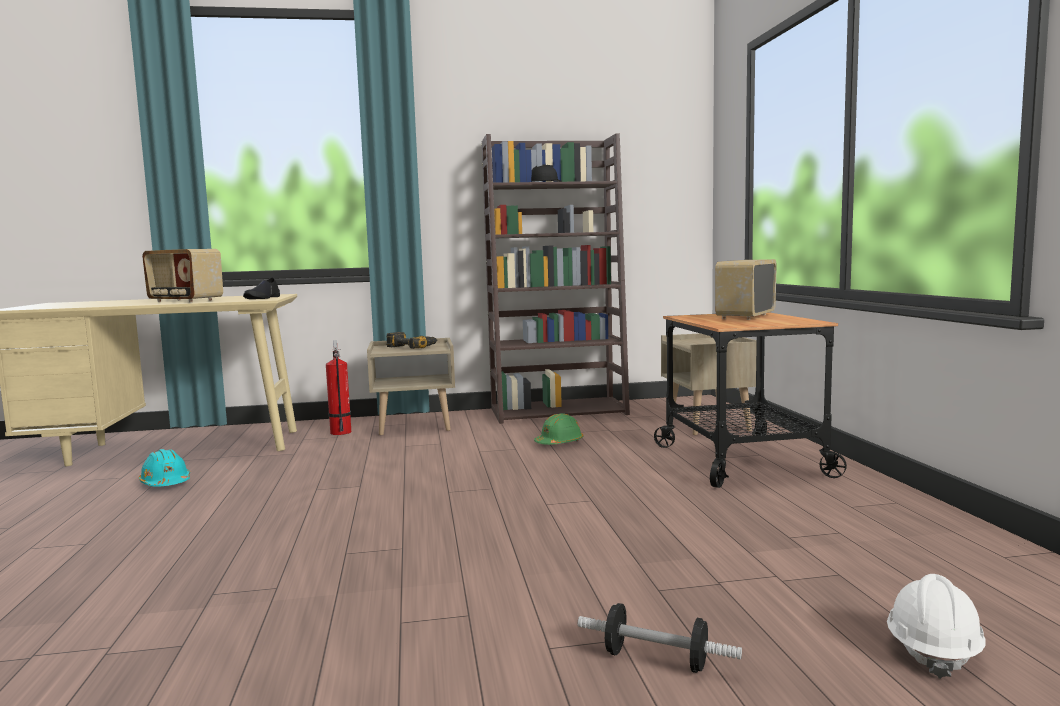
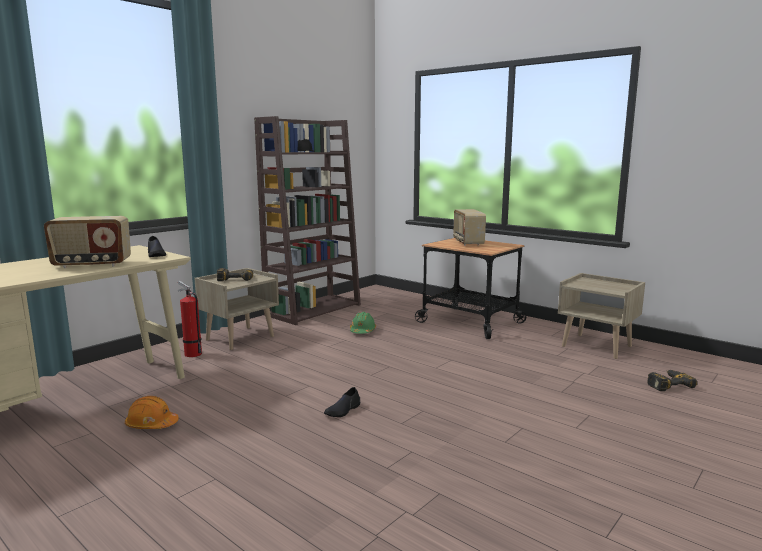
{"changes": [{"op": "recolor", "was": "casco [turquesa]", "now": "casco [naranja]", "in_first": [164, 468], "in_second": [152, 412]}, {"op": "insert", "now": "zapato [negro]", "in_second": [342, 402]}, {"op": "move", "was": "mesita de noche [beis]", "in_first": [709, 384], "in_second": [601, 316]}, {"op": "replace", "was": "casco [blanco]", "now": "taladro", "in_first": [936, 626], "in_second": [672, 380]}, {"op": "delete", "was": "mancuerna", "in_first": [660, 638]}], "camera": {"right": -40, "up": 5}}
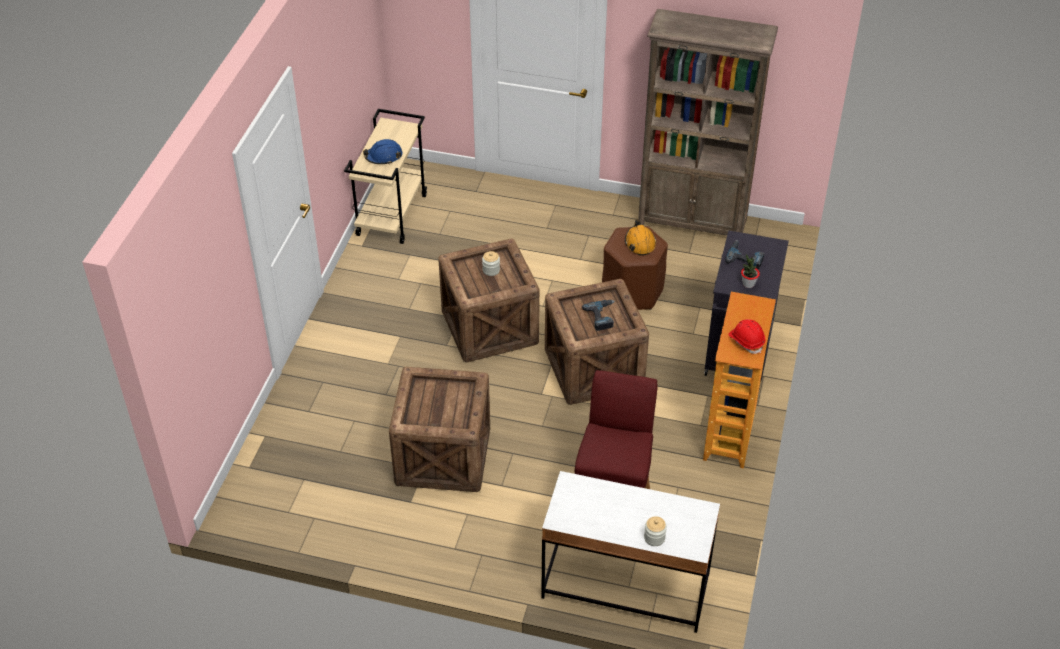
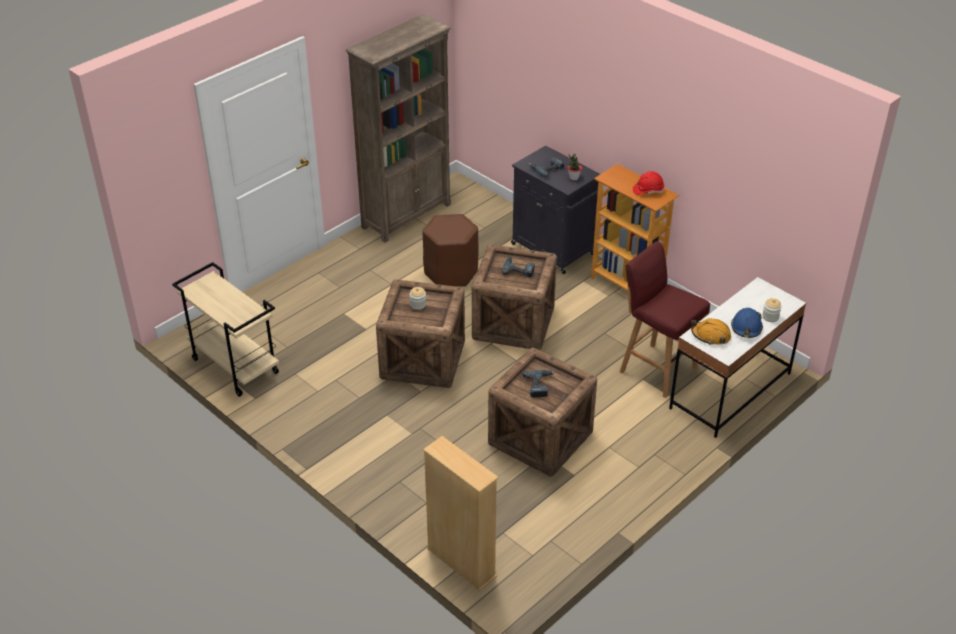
{"changes": [{"op": "insert", "now": "estantería [beis]", "in_second": [461, 513]}, {"op": "insert", "now": "taladro", "in_second": [538, 384]}, {"op": "move", "was": "casco [naranja]", "in_first": [641, 237], "in_second": [711, 331]}, {"op": "move", "was": "casco [azul]", "in_first": [382, 151], "in_second": [747, 323]}], "camera": {"right": -60, "up": -5}}
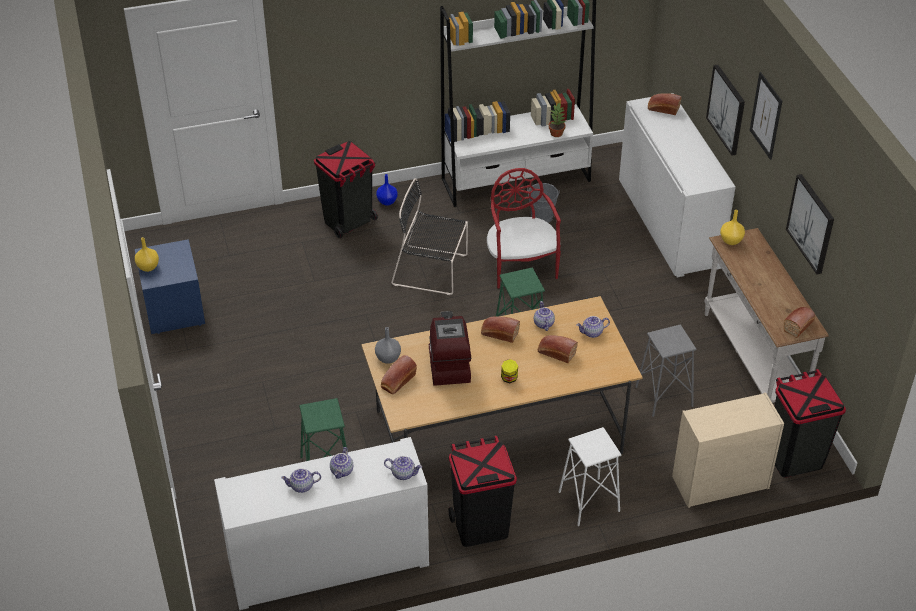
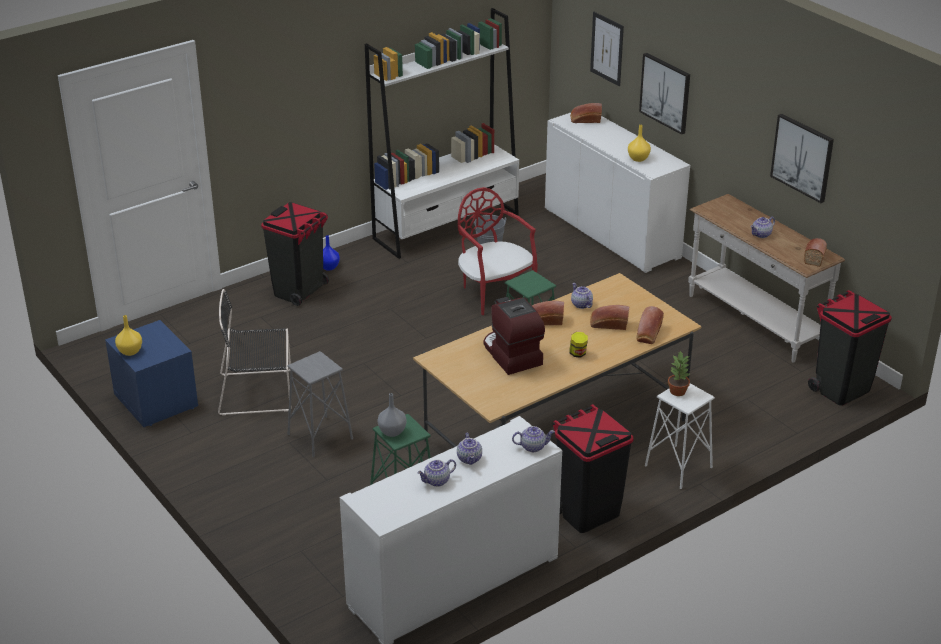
{"changes": [{"op": "move", "was": "silla [negro]", "in_first": [429, 236], "in_second": [255, 352]}, {"op": "move", "was": "taburete [gris]", "in_first": [665, 370], "in_second": [320, 404]}, {"op": "move", "was": "florero [gris]", "in_first": [388, 345], "in_second": [392, 415]}, {"op": "move", "was": "cuadro", "in_first": [766, 116], "in_second": [607, 49]}, {"op": "move", "was": "florero [amarillo]", "in_first": [732, 227], "in_second": [639, 143]}, {"op": "move", "was": "pan", "in_first": [399, 374], "in_second": [650, 325]}, {"op": "move", "was": "planta en maceta", "in_first": [557, 119], "in_second": [679, 373]}, {"op": "move", "was": "tetera", "in_first": [593, 327], "in_second": [762, 227]}, {"op": "delete", "was": "cómoda [beis]", "in_first": [728, 450]}], "camera": {"right": -20, "up": -10}}
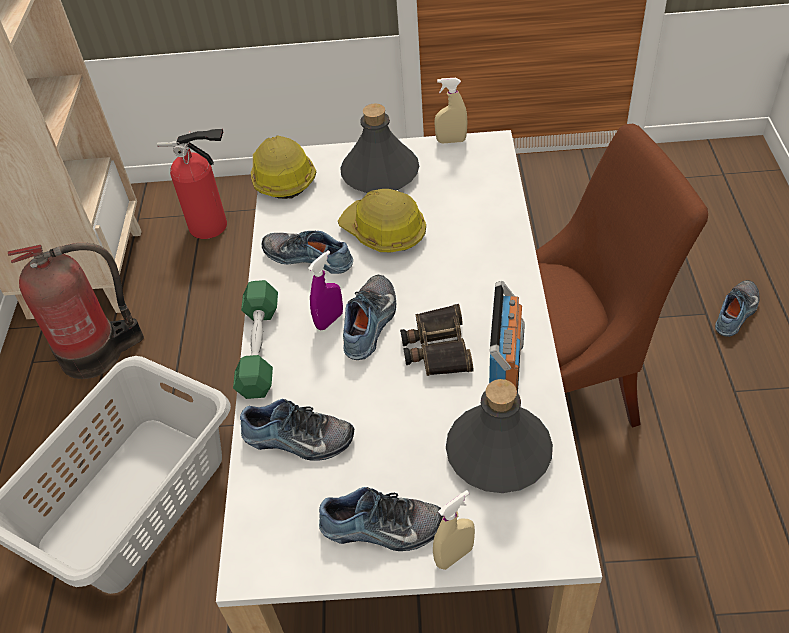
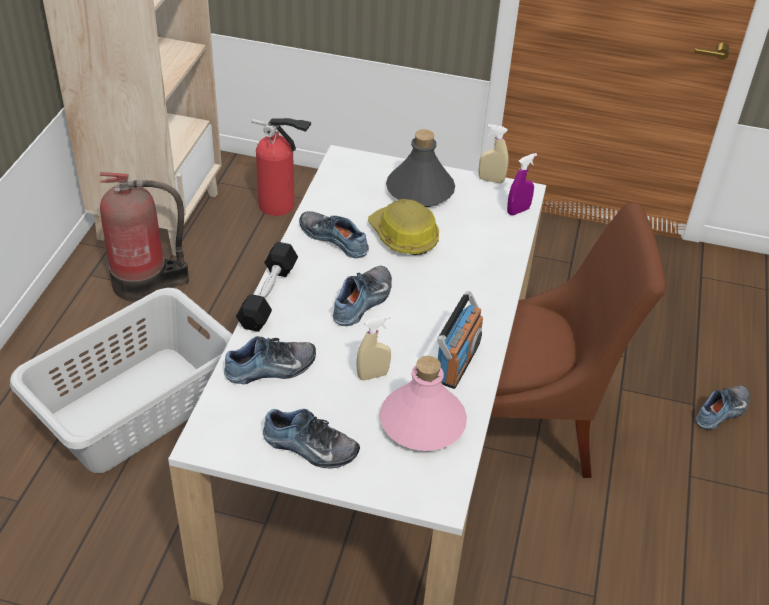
{"changes": [{"op": "rotate", "was": "zapato", "in_first": [297, 430], "in_second": [270, 360], "clockwise": -45}, {"op": "recolor", "was": "mancuerna [verde]", "now": "mancuerna [negro]", "in_first": [255, 339], "in_second": [267, 287]}, {"op": "move", "was": "pulverizador [beis]", "in_first": [454, 530], "in_second": [373, 348]}, {"op": "recolor", "was": "botella [gris]", "now": "botella [rosa]", "in_first": [499, 436], "in_second": [423, 403]}, {"op": "move", "was": "pulverizador [morado]", "in_first": [325, 290], "in_second": [522, 184]}, {"op": "delete", "was": "casco", "in_first": [283, 167]}, {"op": "delete", "was": "prismáticos", "in_first": [436, 340]}], "camera": {"right": 10, "up": -5}}
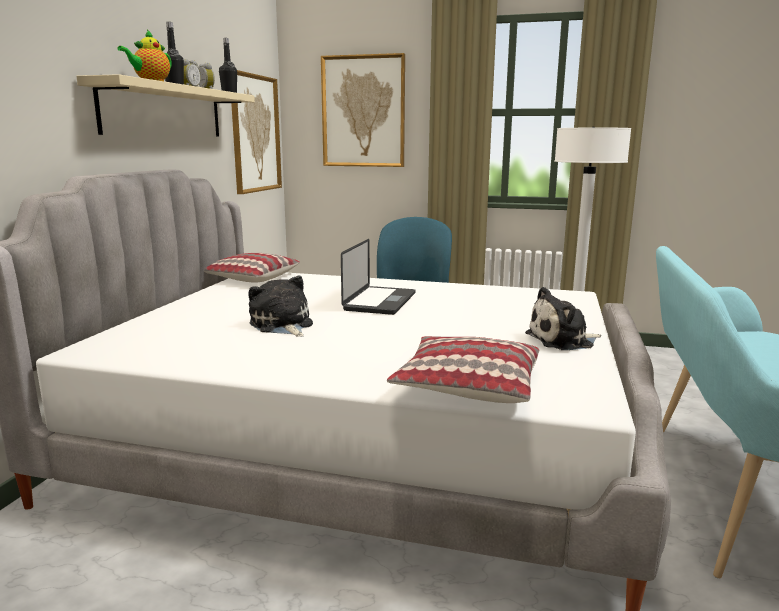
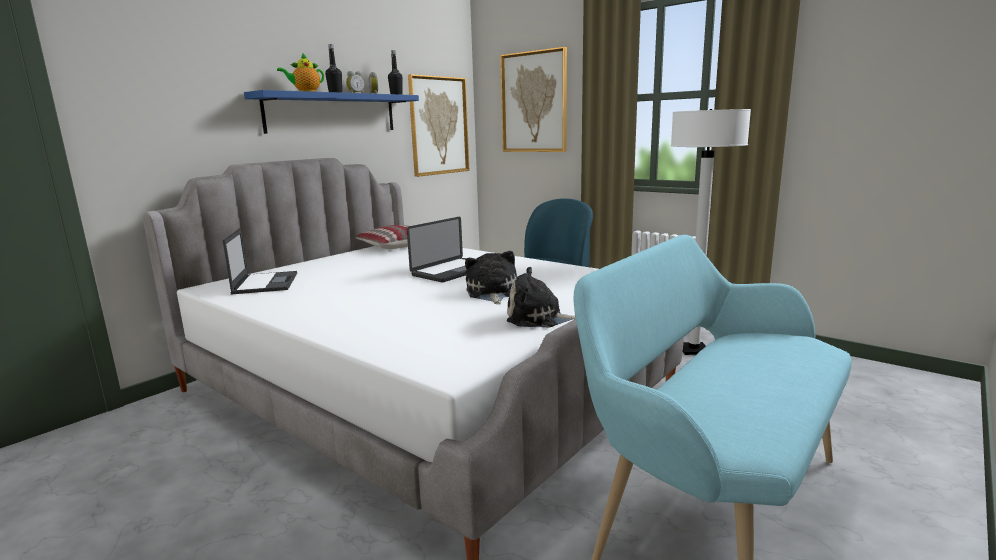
{"changes": [{"op": "insert", "now": "portátil", "in_second": [260, 261]}, {"op": "recolor", "was": "estante [beis]", "now": "estante [azul]", "in_first": [165, 105], "in_second": [331, 112]}, {"op": "move", "was": "peluche", "in_first": [280, 306], "in_second": [491, 277]}, {"op": "delete", "was": "cojín", "in_first": [463, 369]}], "camera": {"right": 25, "up": 0}}
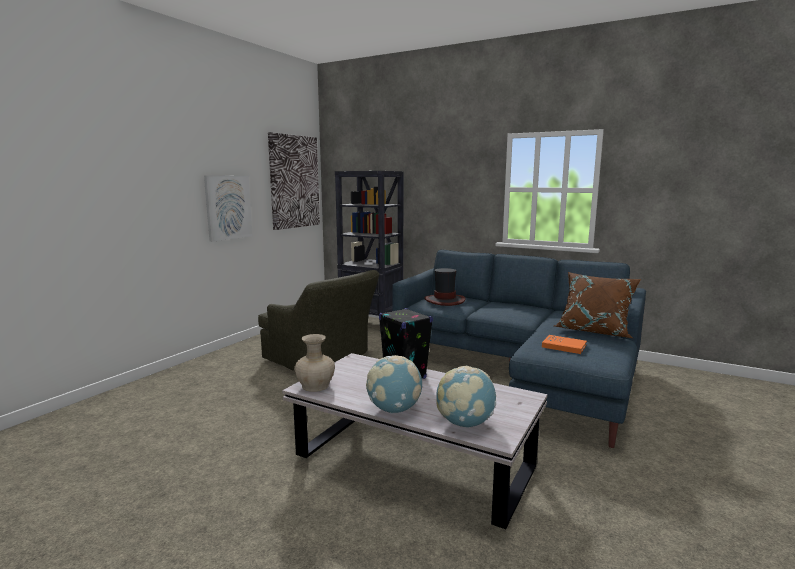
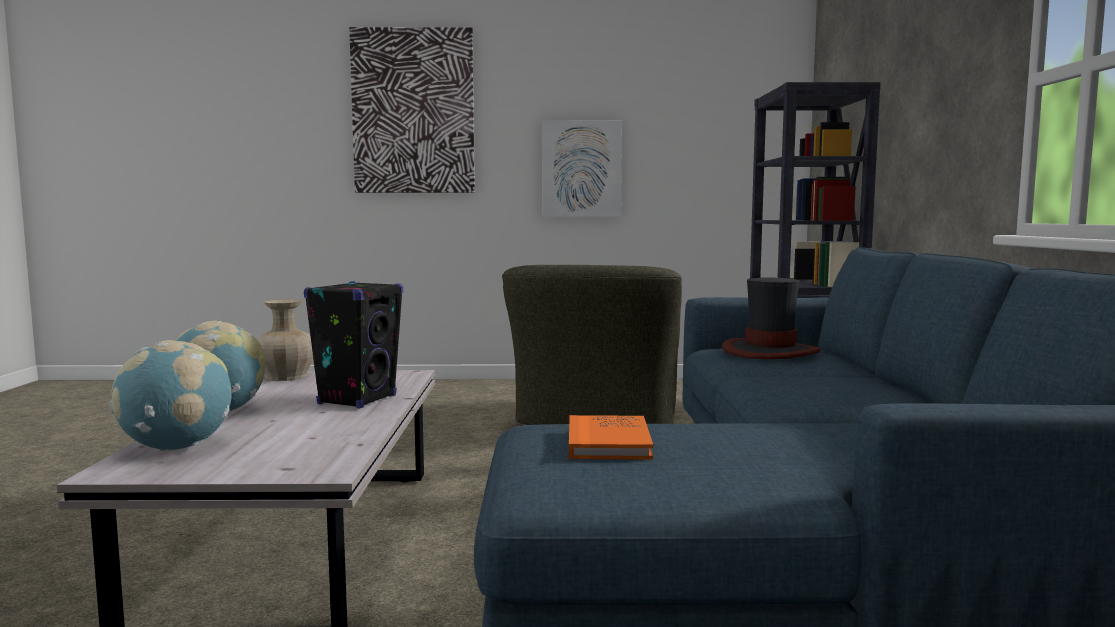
{"changes": [{"op": "move", "was": "cuadro", "in_first": [294, 181], "in_second": [412, 110]}, {"op": "delete", "was": "cojín [marrón]", "in_first": [598, 305]}], "camera": {"right": 60, "up": -5}}
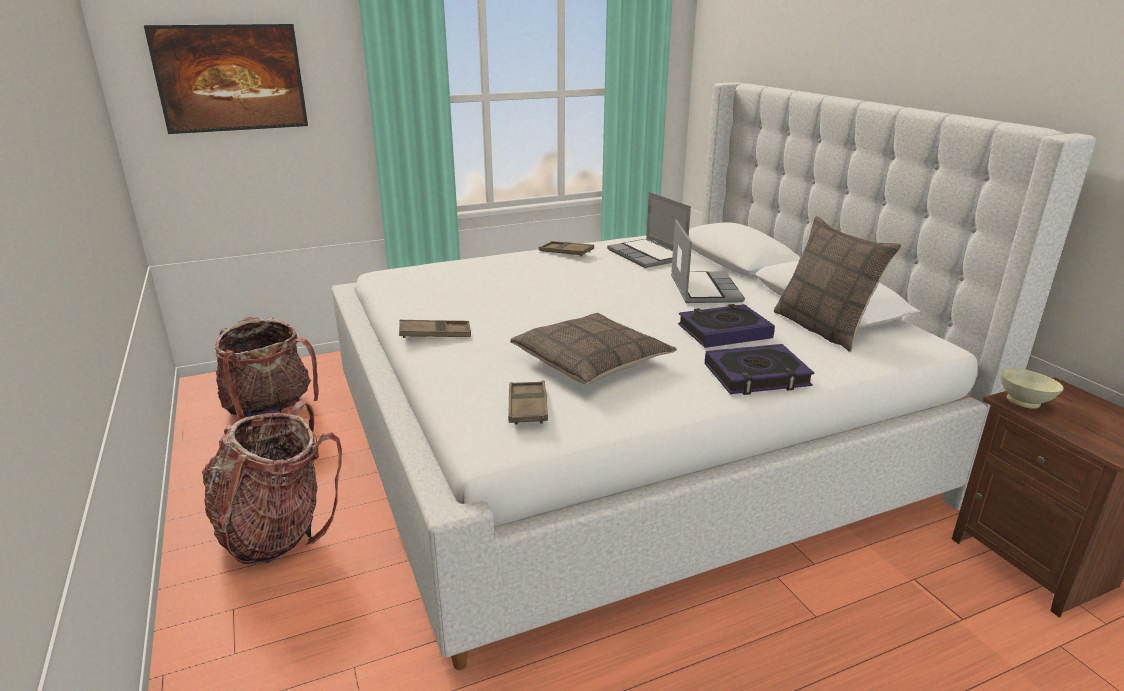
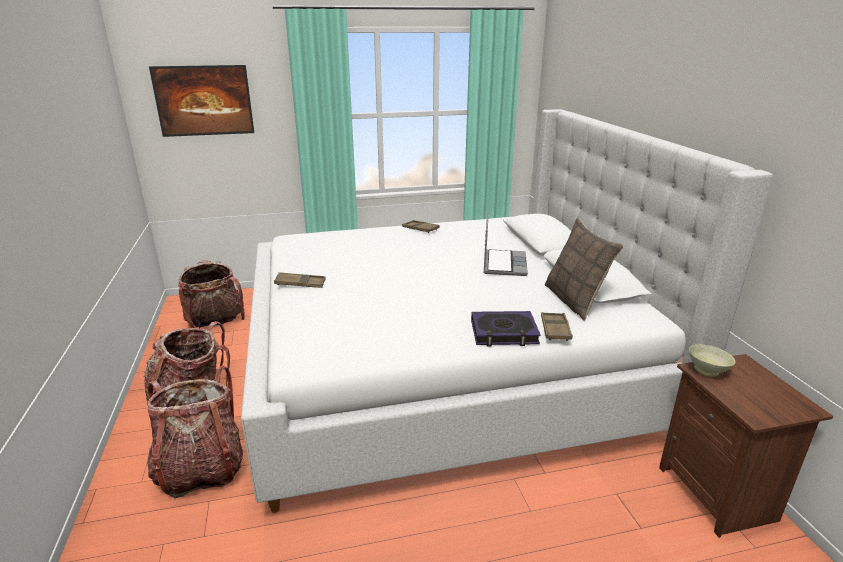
{"changes": [{"op": "insert", "now": "mochila", "in_second": [195, 431]}, {"op": "move", "was": "bandeja [marrón]", "in_first": [528, 403], "in_second": [556, 326]}, {"op": "delete", "was": "cojín", "in_first": [593, 348]}, {"op": "delete", "was": "portátil", "in_first": [649, 230]}, {"op": "delete", "was": "libro", "in_first": [726, 326]}], "camera": {"right": 10, "up": 0}}
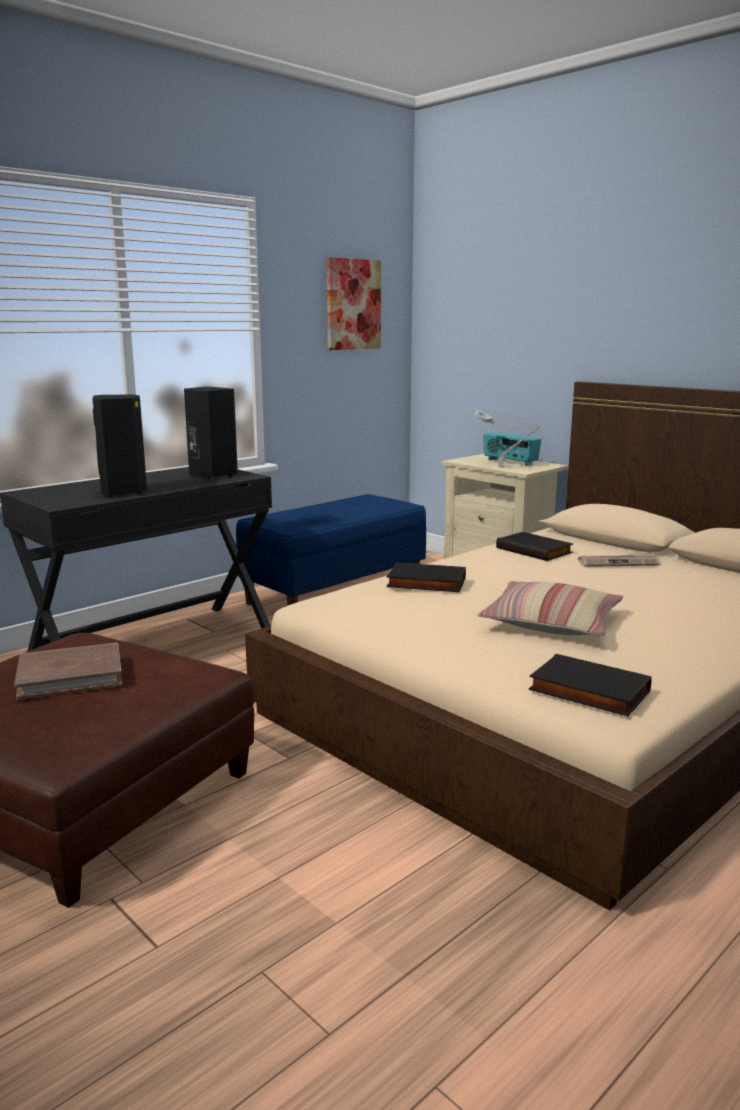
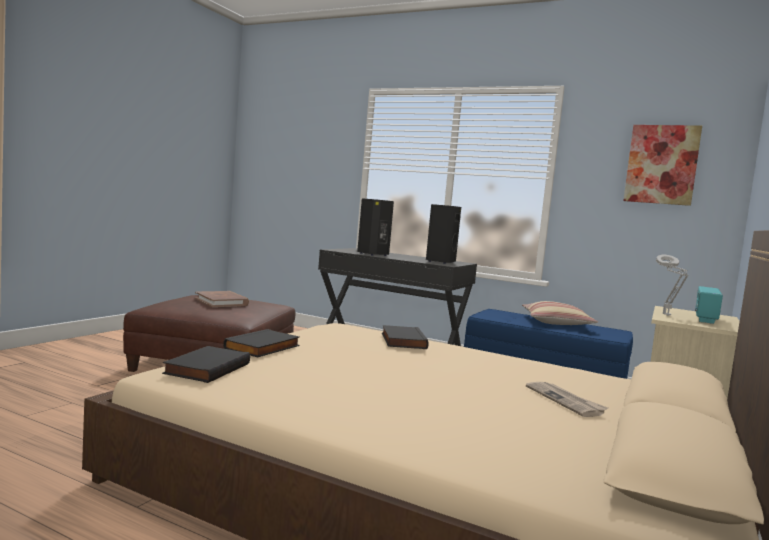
{"changes": [{"op": "move", "was": "libro [negro]", "in_first": [534, 546], "in_second": [261, 343]}, {"op": "move", "was": "cojín", "in_first": [550, 608], "in_second": [560, 313]}], "camera": {"right": 70, "up": -10}}
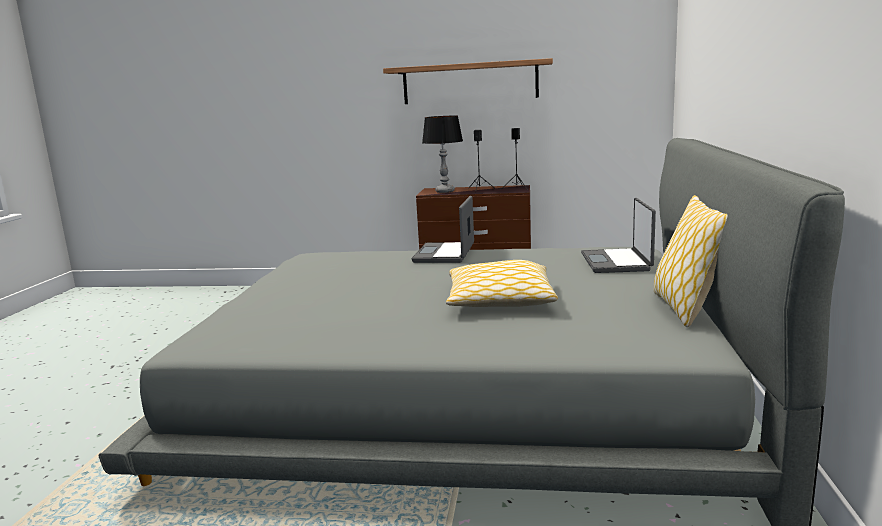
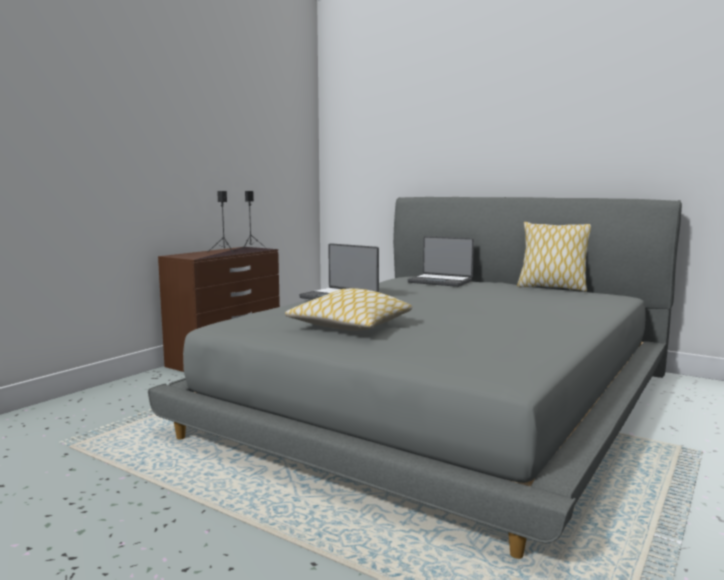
{"changes": [{"op": "move", "was": "cojín", "in_first": [502, 283], "in_second": [348, 309]}, {"op": "delete", "was": "estante", "in_first": [468, 81]}, {"op": "delete", "was": "lámpara de mesa", "in_first": [442, 154]}], "camera": {"right": -65, "up": -5}}
